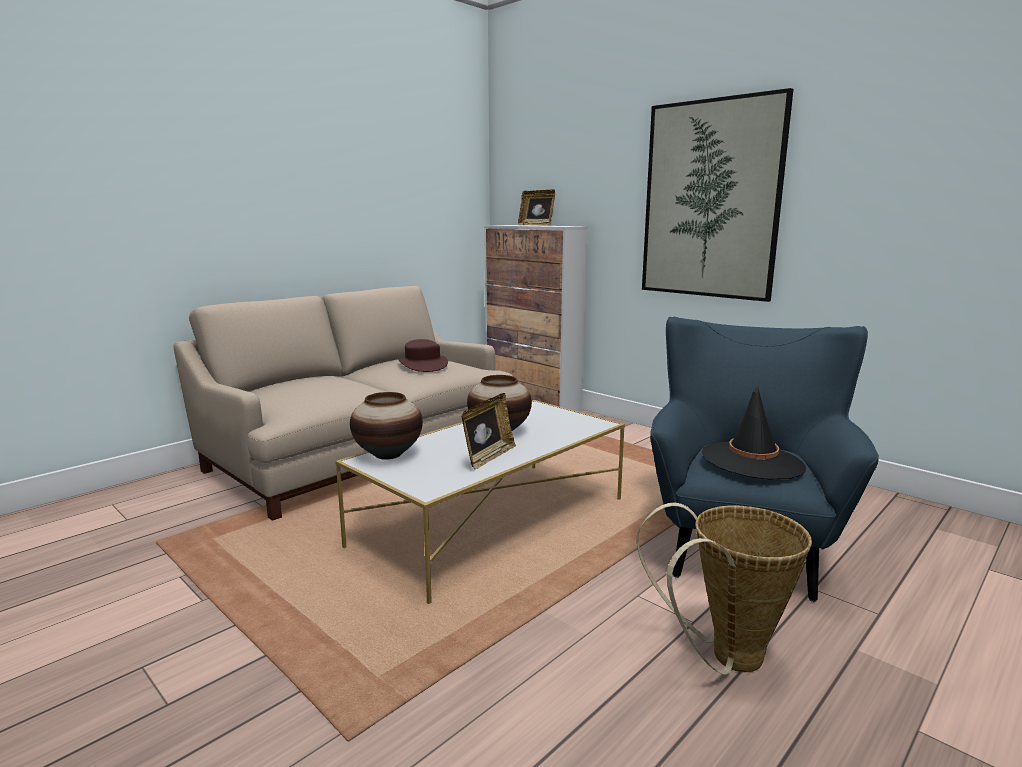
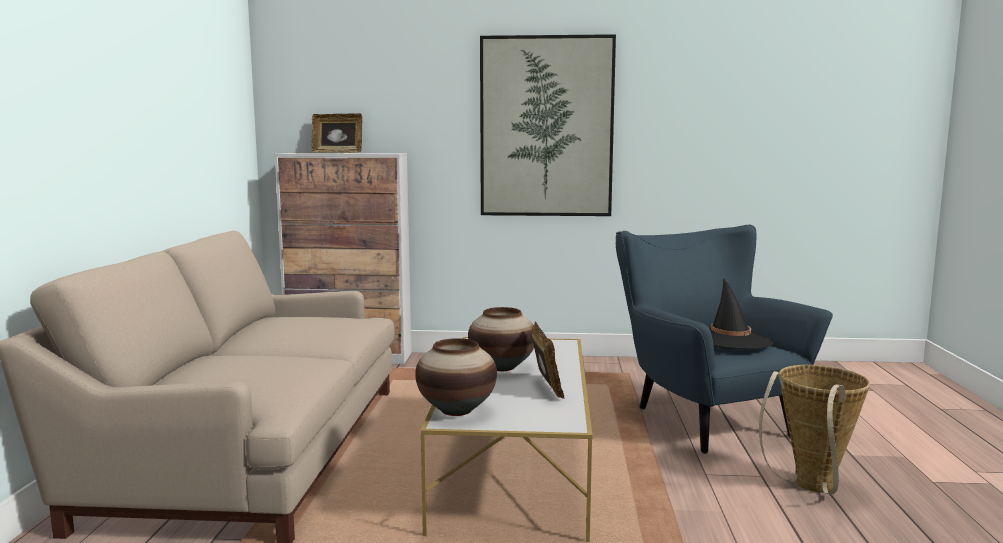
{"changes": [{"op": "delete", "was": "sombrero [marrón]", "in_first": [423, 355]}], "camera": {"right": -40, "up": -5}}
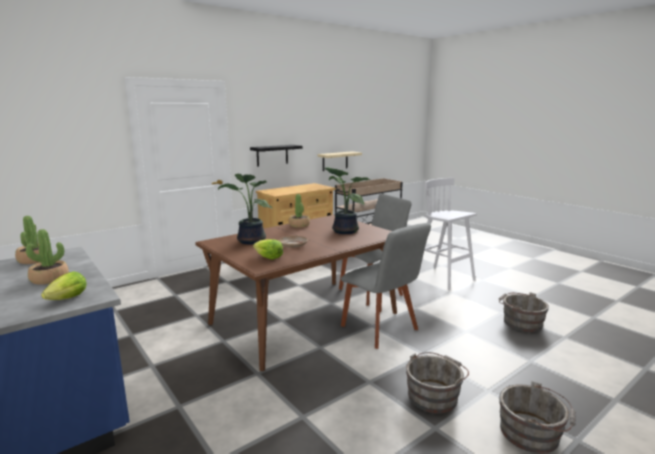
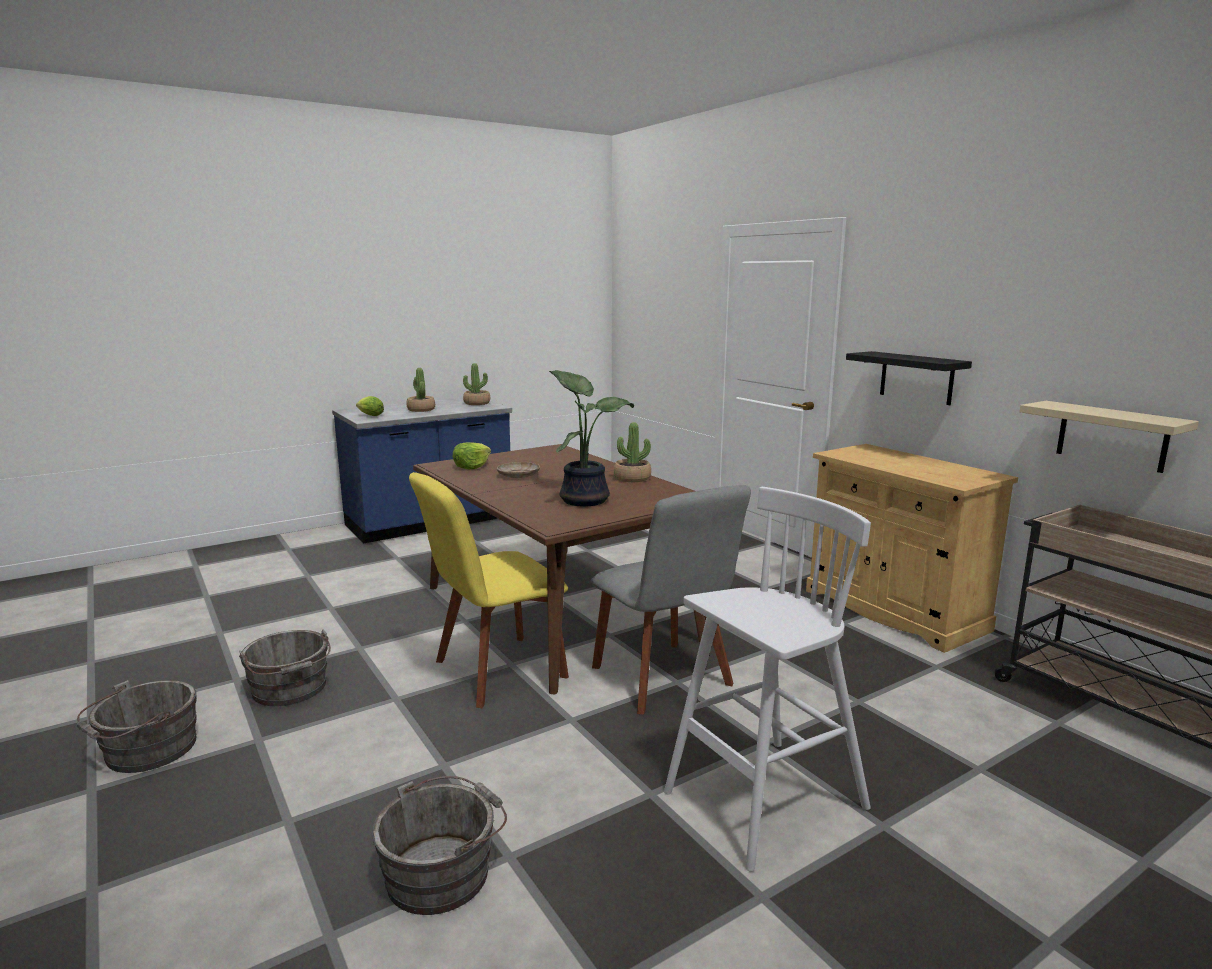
{"changes": [{"op": "recolor", "was": "silla [gris]", "now": "silla [amarillo]", "in_first": [386, 286], "in_second": [489, 590]}, {"op": "delete", "was": "planta en maceta", "in_first": [245, 209]}], "camera": {"right": 95, "up": 0}}
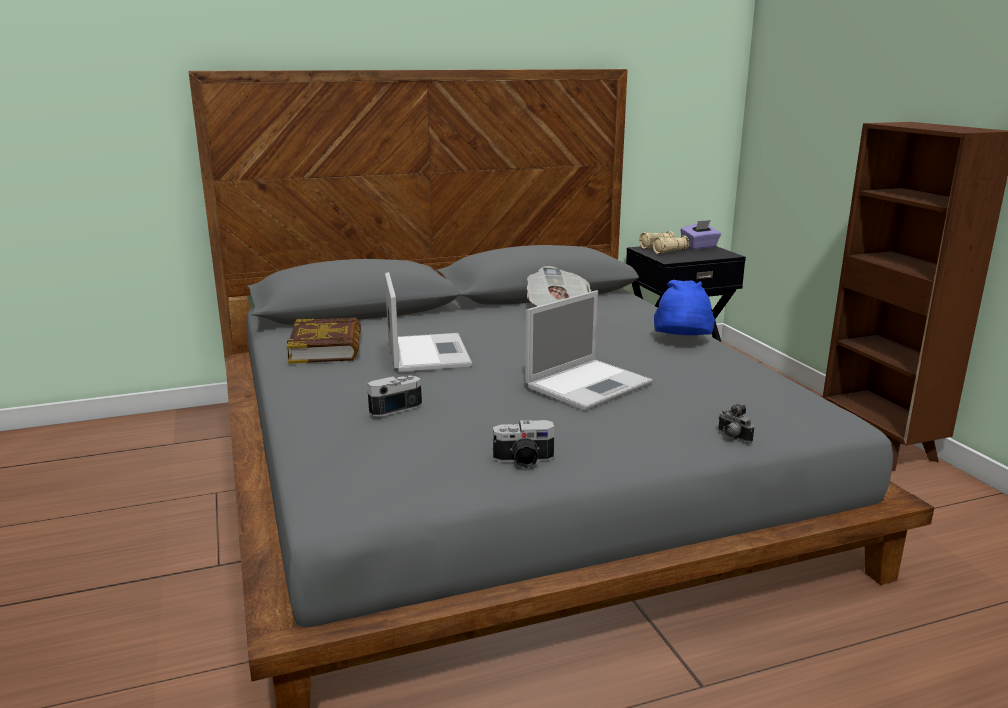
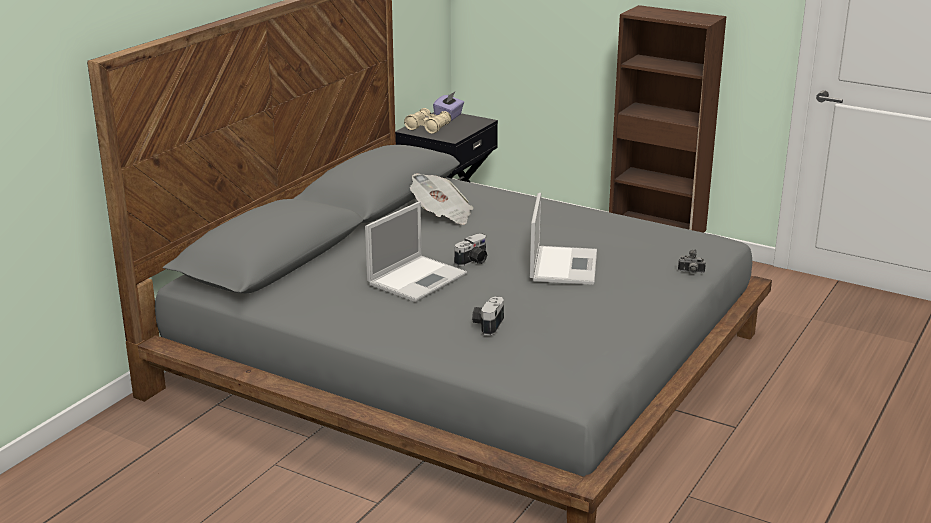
{"changes": [{"op": "rotate", "was": "portátil", "in_first": [428, 322], "in_second": [416, 252], "clockwise": 90}, {"op": "move", "was": "cámara", "in_first": [524, 444], "in_second": [470, 250]}, {"op": "delete", "was": "libro", "in_first": [324, 341]}, {"op": "delete", "was": "sombrero [azul]", "in_first": [684, 307]}], "camera": {"right": -40, "up": 5}}
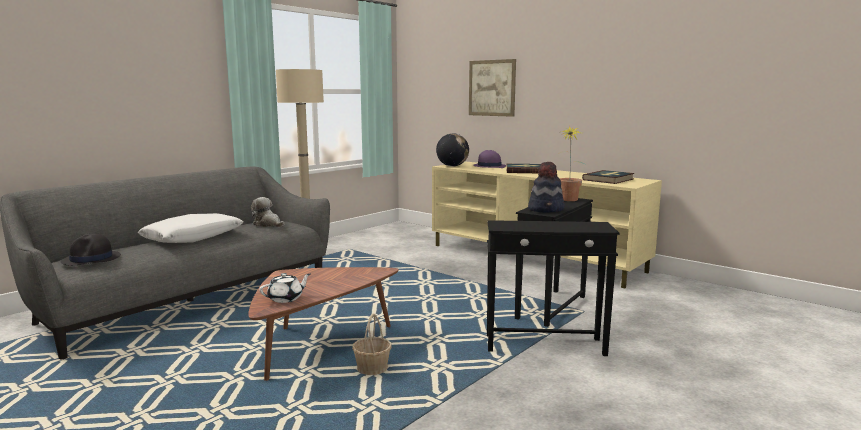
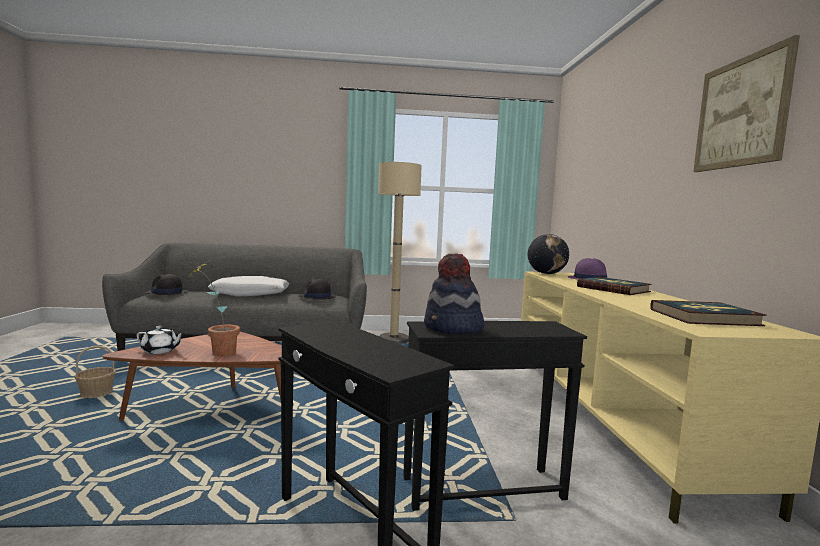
{"changes": [{"op": "move", "was": "cesta", "in_first": [372, 344], "in_second": [95, 372]}, {"op": "move", "was": "planta en maceta", "in_first": [571, 163], "in_second": [214, 309]}, {"op": "replace", "was": "peluche", "now": "sombrero [negro]", "in_first": [268, 212], "in_second": [317, 289]}, {"op": "move", "was": "cuadro", "in_first": [492, 88], "in_second": [746, 103]}], "camera": {"right": 45, "up": -5}}
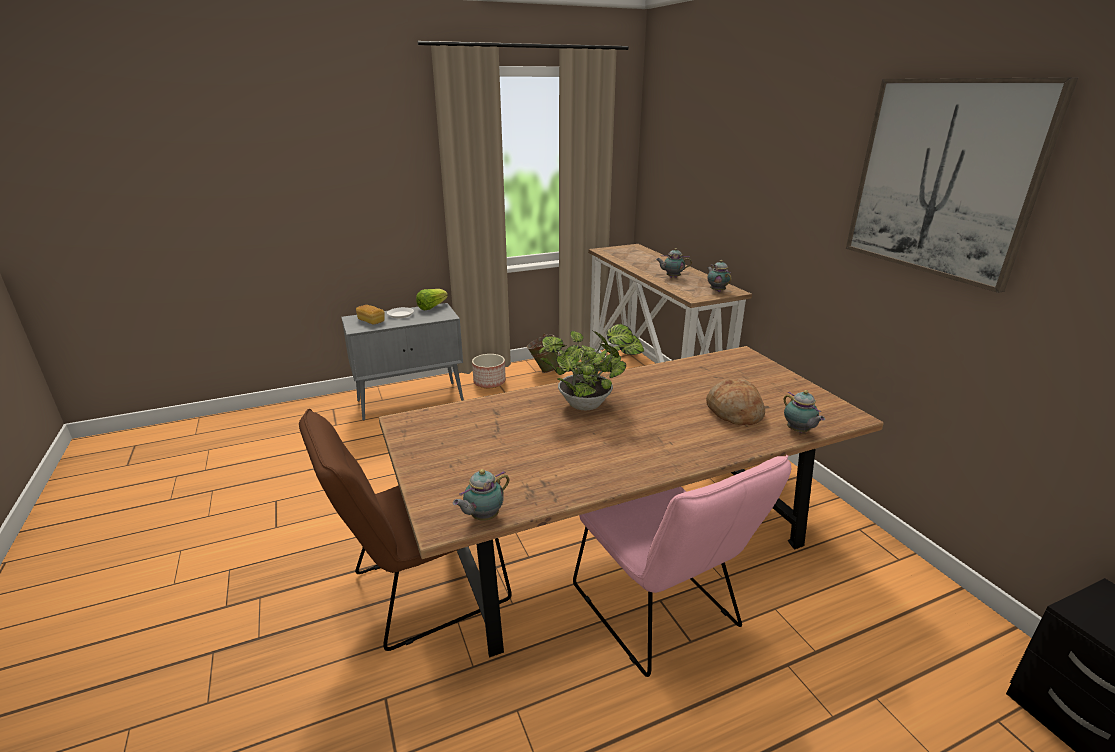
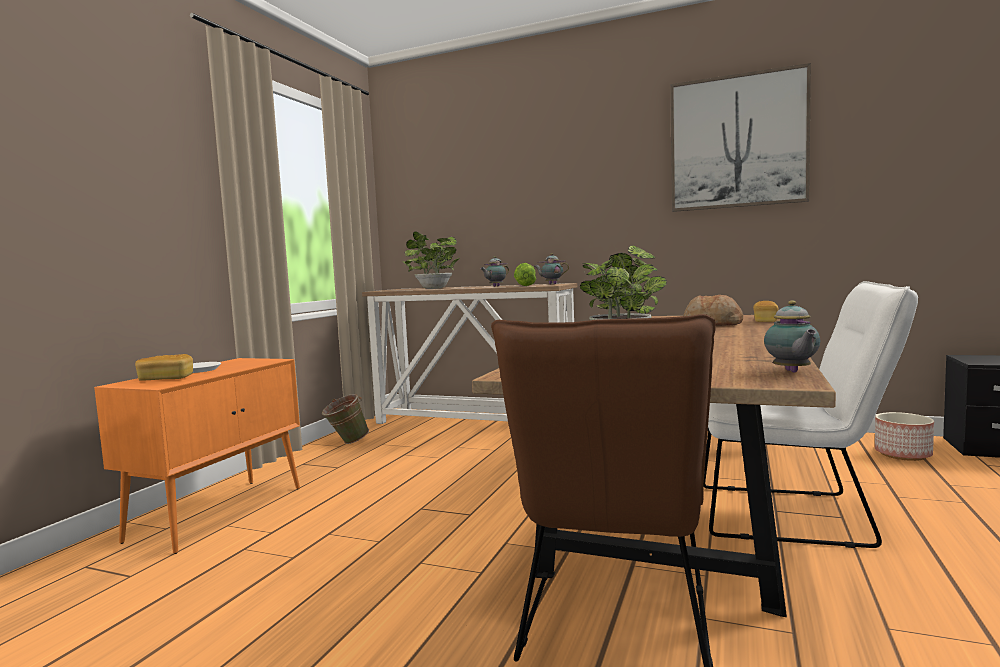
{"changes": [{"op": "recolor", "was": "armario [gris]", "now": "armario [naranja]", "in_first": [402, 362], "in_second": [197, 456]}, {"op": "insert", "now": "planta en maceta", "in_second": [430, 260]}, {"op": "move", "was": "lechuga", "in_first": [432, 299], "in_second": [525, 274]}, {"op": "recolor", "was": "silla [rosa]", "now": "silla [blanco]", "in_first": [682, 566], "in_second": [810, 414]}, {"op": "replace", "was": "tetera", "now": "pan", "in_first": [804, 411], "in_second": [766, 311]}, {"op": "move", "was": "maceta", "in_first": [489, 371], "in_second": [904, 436]}], "camera": {"right": -45, "up": -20}}
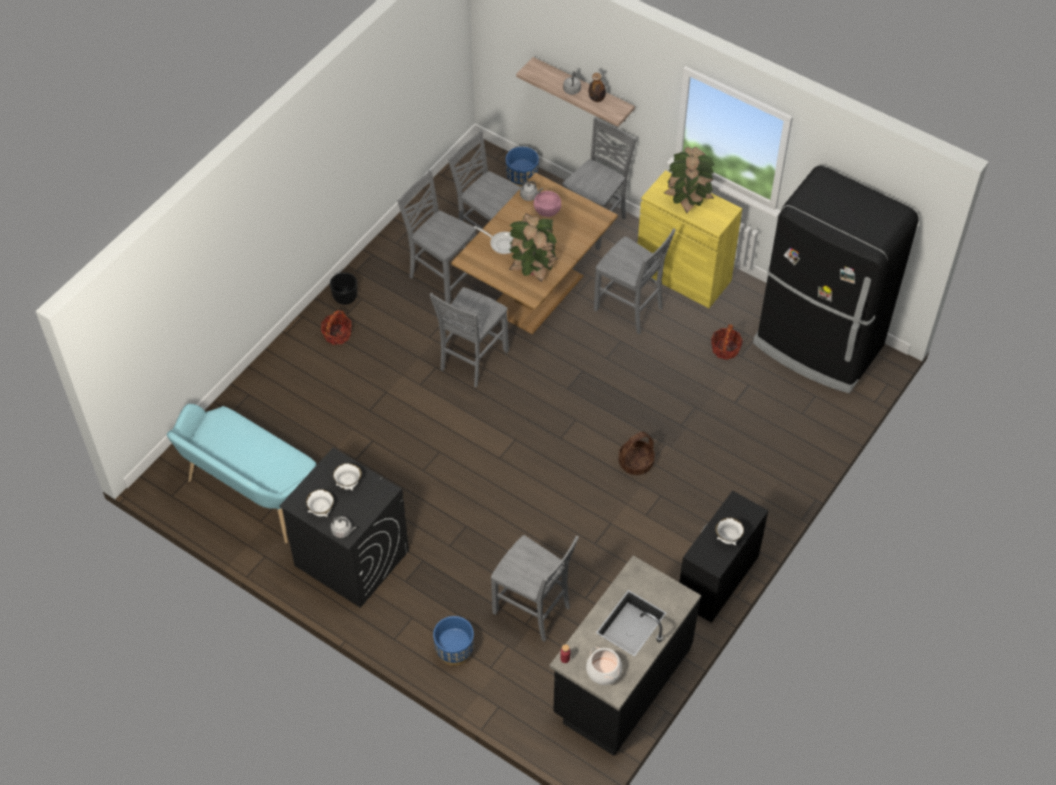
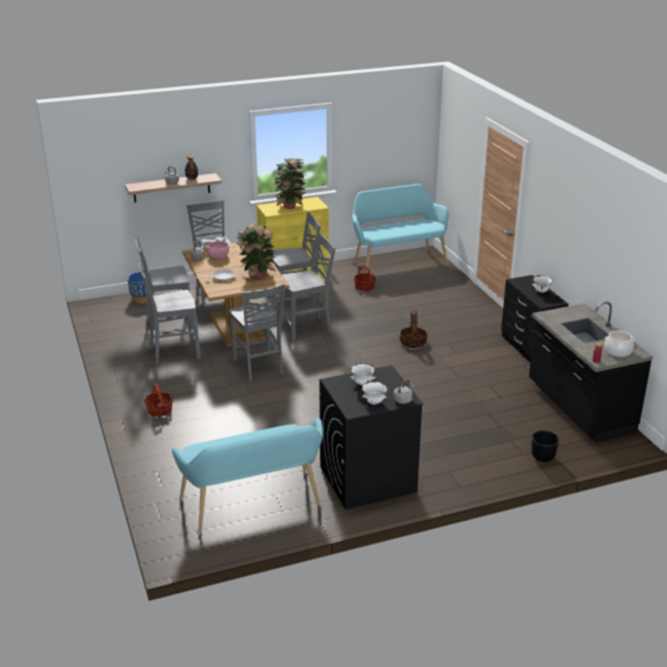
{"changes": [{"op": "move", "was": "silla [gris]", "in_first": [535, 588], "in_second": [308, 287]}, {"op": "replace", "was": "nevera [negro]", "now": "banco [turquesa]", "in_first": [836, 279], "in_second": [400, 228]}, {"op": "move", "was": "maceta [negro]", "in_first": [343, 288], "in_second": [545, 446]}, {"op": "delete", "was": "maceta [azul]", "in_first": [453, 641]}], "camera": {"right": -55, "up": -25}}
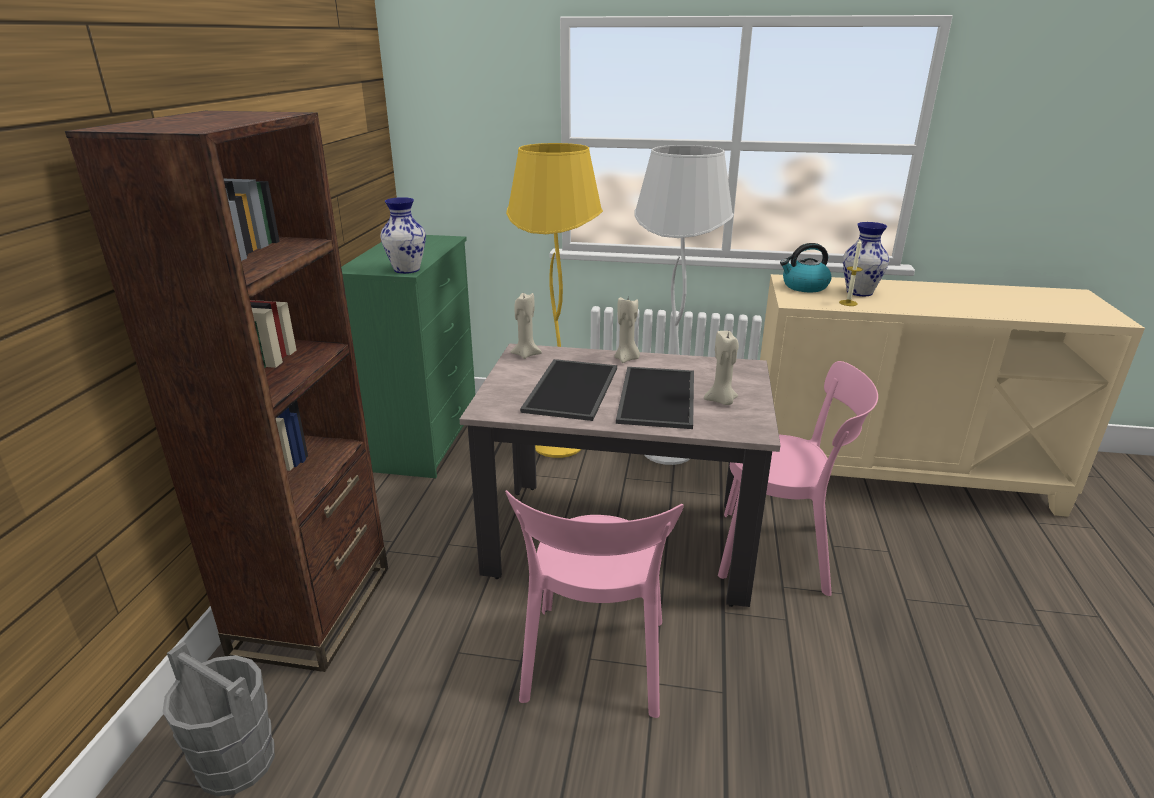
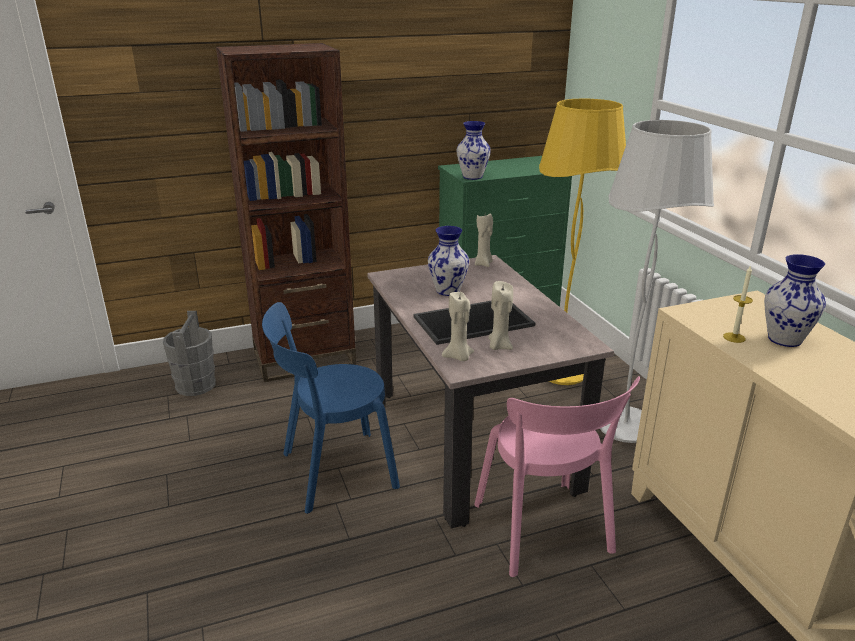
{"changes": [{"op": "recolor", "was": "silla [rosa]", "now": "silla [azul]", "in_first": [594, 604], "in_second": [331, 408]}, {"op": "replace", "was": "bandeja", "now": "florero", "in_first": [568, 390], "in_second": [448, 261]}, {"op": "move", "was": "vela [beis]", "in_first": [627, 330], "in_second": [458, 326]}, {"op": "delete", "was": "hervidor", "in_first": [805, 267]}], "camera": {"right": 60, "up": 0}}
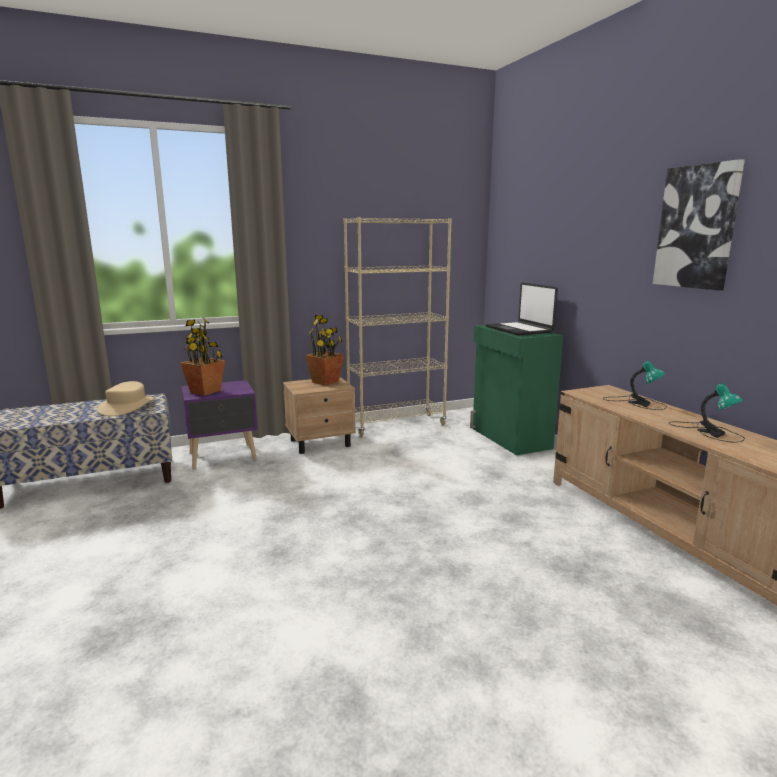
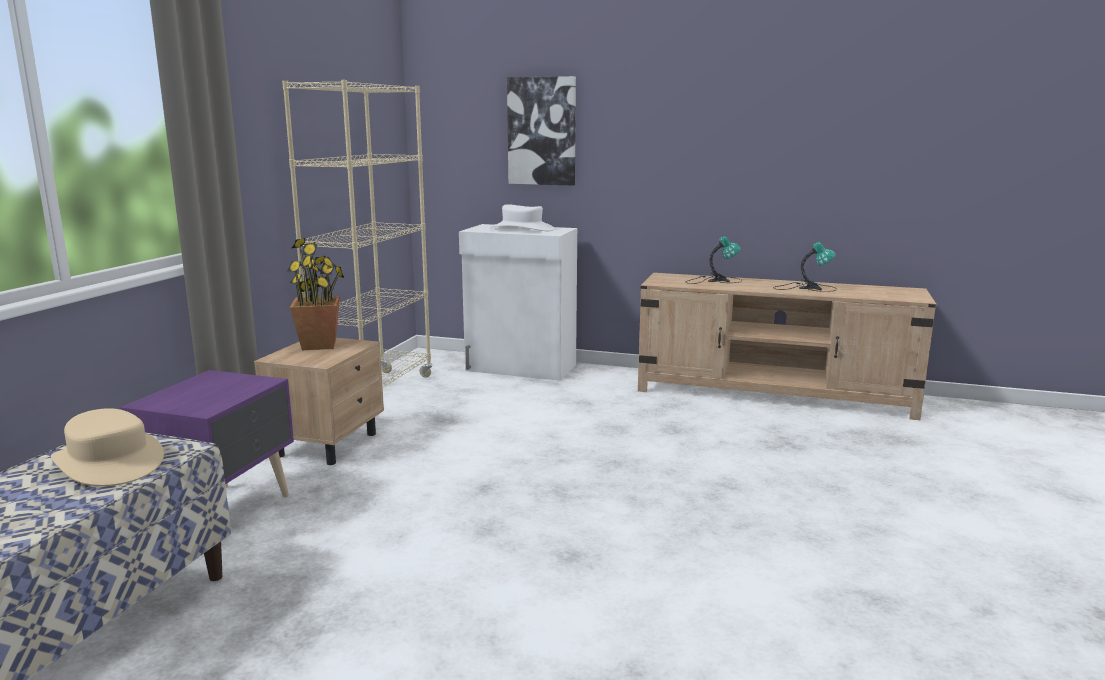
{"changes": [{"op": "recolor", "was": "armario [verde]", "now": "armario [blanco]", "in_first": [516, 390], "in_second": [518, 302]}, {"op": "replace", "was": "portátil", "now": "sombrero [blanco]", "in_first": [522, 309], "in_second": [522, 217]}, {"op": "move", "was": "cuadro", "in_first": [699, 224], "in_second": [541, 131]}, {"op": "delete", "was": "planta en maceta", "in_first": [202, 356]}], "camera": {"right": -50, "up": 0}}
